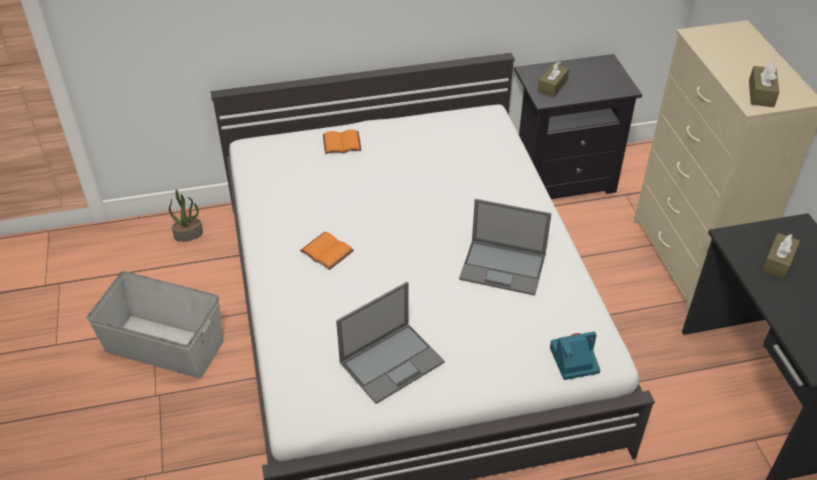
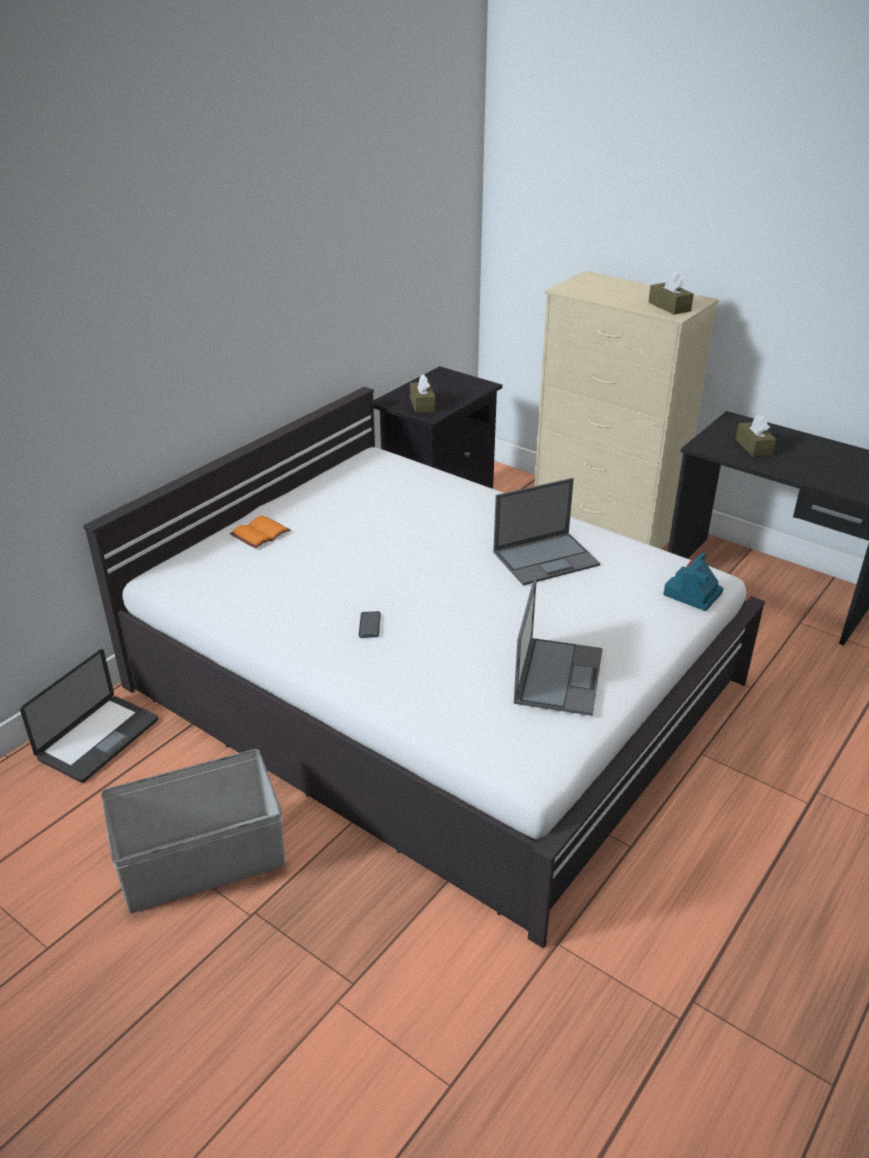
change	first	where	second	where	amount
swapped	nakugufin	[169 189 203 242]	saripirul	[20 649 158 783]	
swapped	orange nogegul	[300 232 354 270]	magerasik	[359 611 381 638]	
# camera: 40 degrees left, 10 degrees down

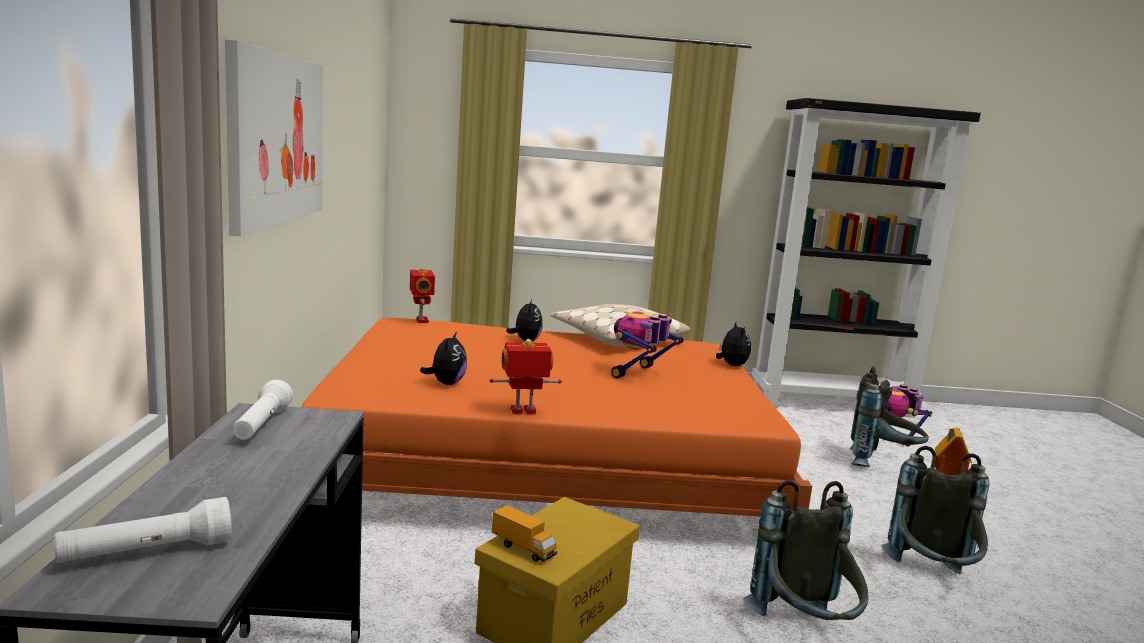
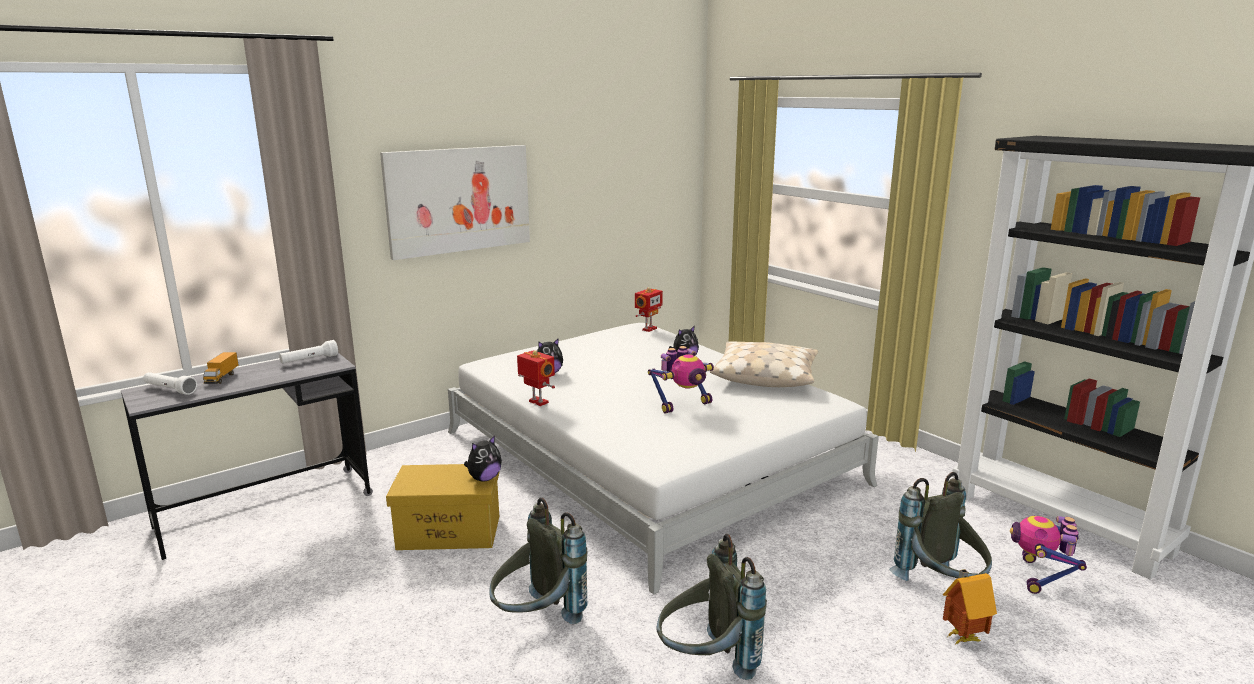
change	first	where	second	where	amount
shifted	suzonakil	[492 505 557 562]		[203 352 239 384]	
shifted	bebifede	[716 322 751 366]		[464 435 502 482]	
repainted	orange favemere	[302 318 812 517]	white favemere	[448 323 879 594]	
rotated	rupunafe	[611 312 684 378]		[648 346 714 414]	150 degrees clockwise
# camera: 55 degrees right, 5 degrees up

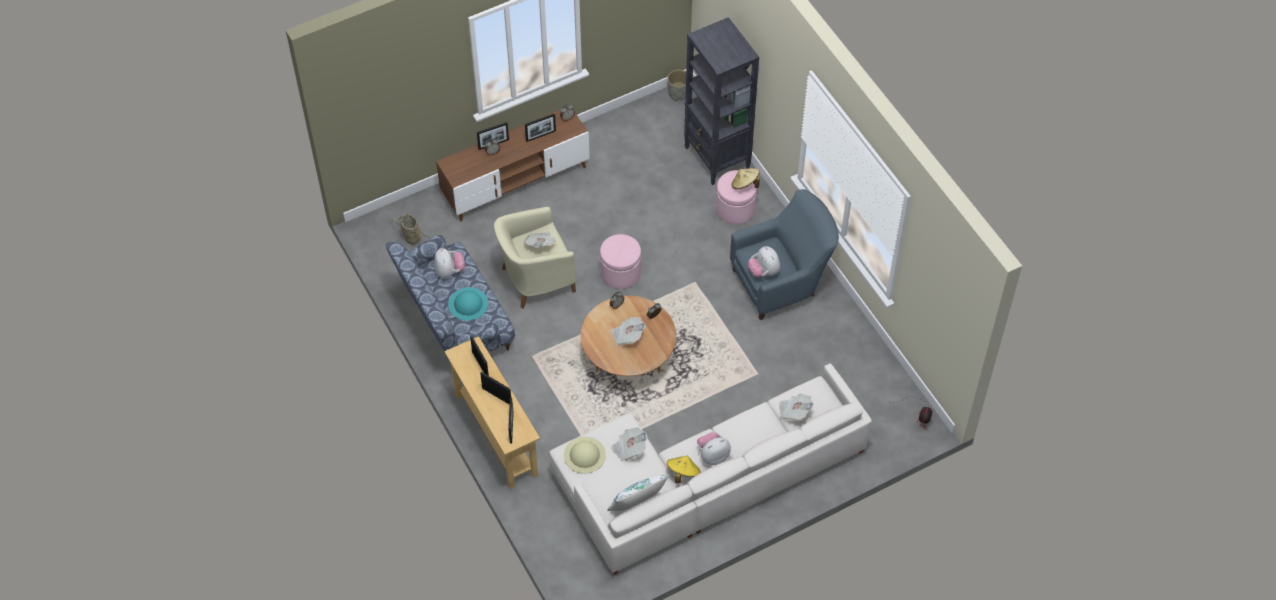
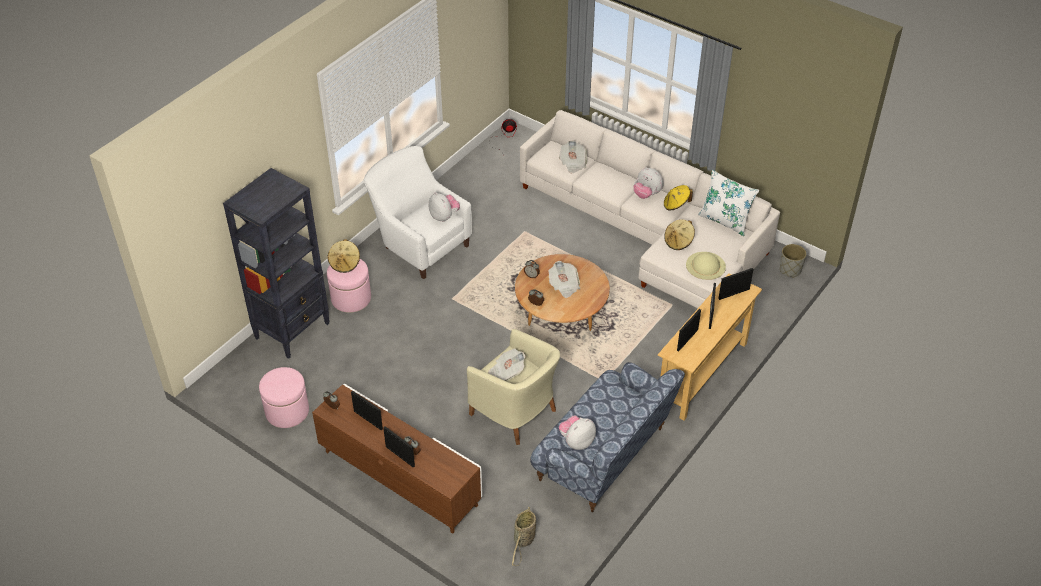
change	first	where	second	where	amount
gone	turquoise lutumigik	[448 287 488 321]			
shifted	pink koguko	[600 234 641 289]		[259 367 309 428]	
shifted	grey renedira	[667 70 686 101]		[780 244 807 277]	
swapped	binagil	[611 427 648 462]	beige lutumigik	[664 219 695 250]	
repainted	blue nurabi	[730 189 839 320]	white nurabi	[364 146 472 279]	
rotated	bebifede	[748 246 780 277]		[429 192 460 222]	75 degrees counterclockwise
# camera: 115 degrees left, 10 degrees down

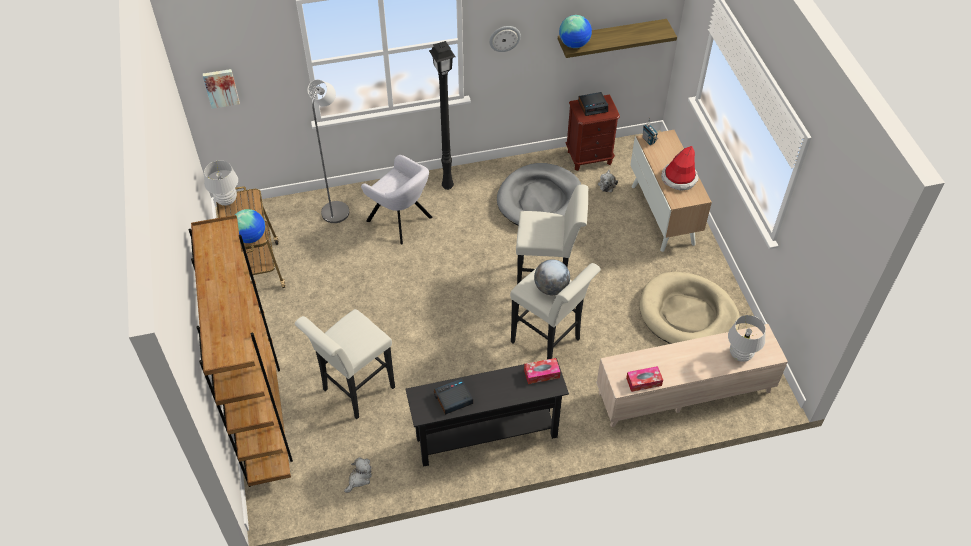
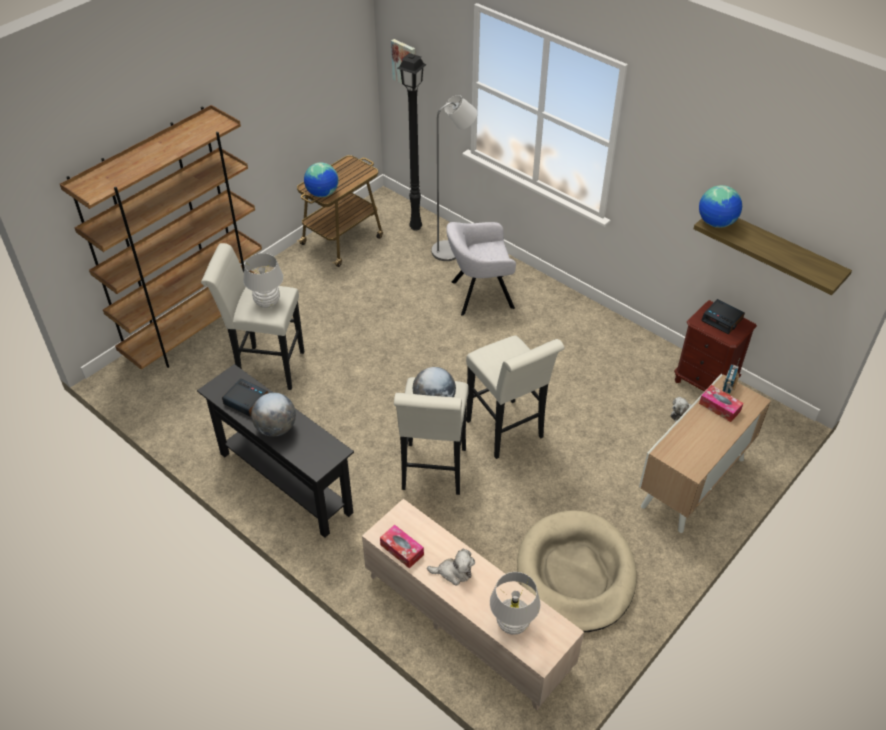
change	first	where	second	where	amount
gone	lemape	[489 26 521 52]			
gone	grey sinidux	[497 163 581 226]			
gone	lutumigik	[661 146 698 191]			
new			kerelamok	[251 393 296 437]	
shifted	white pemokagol	[204 160 238 206]		[243 253 283 308]	
shifted	bebifede	[344 457 372 493]		[427 549 475 585]	
shifted	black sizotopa	[429 41 455 190]		[397 53 427 231]	
shifted	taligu	[524 358 561 384]		[699 385 743 422]	
rotated	grey nurabi	[361 155 433 244]		[446 222 516 316]	75 degrees clockwise
# camera: 55 degrees right, 5 degrees down

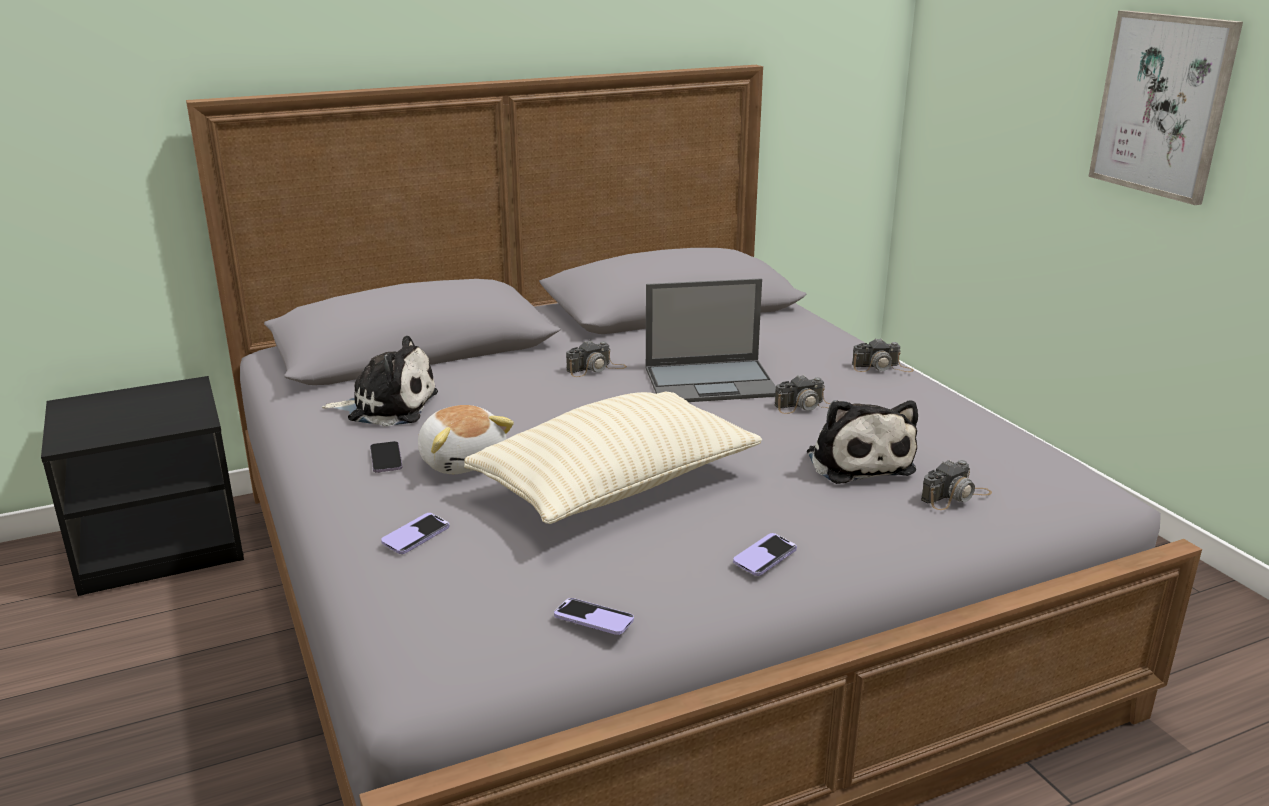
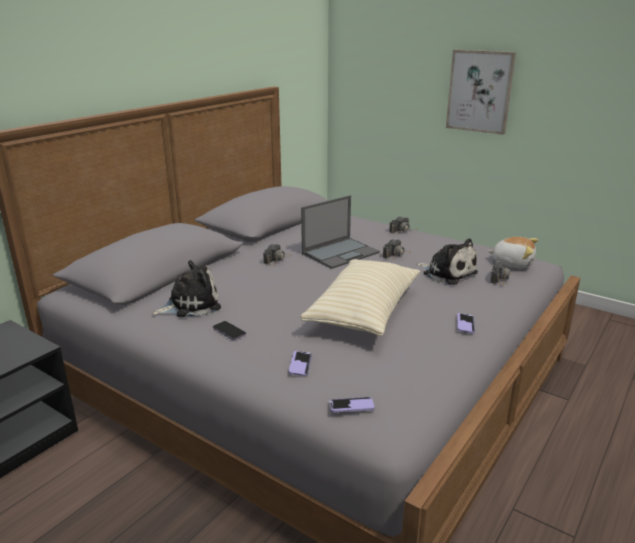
change	first	where	second	where	amount
shifted	bebifede	[418 405 514 474]		[488 237 538 269]	
shifted	magerasik	[554 598 634 635]		[329 397 375 413]	
# camera: 30 degrees left, 0 degrees up

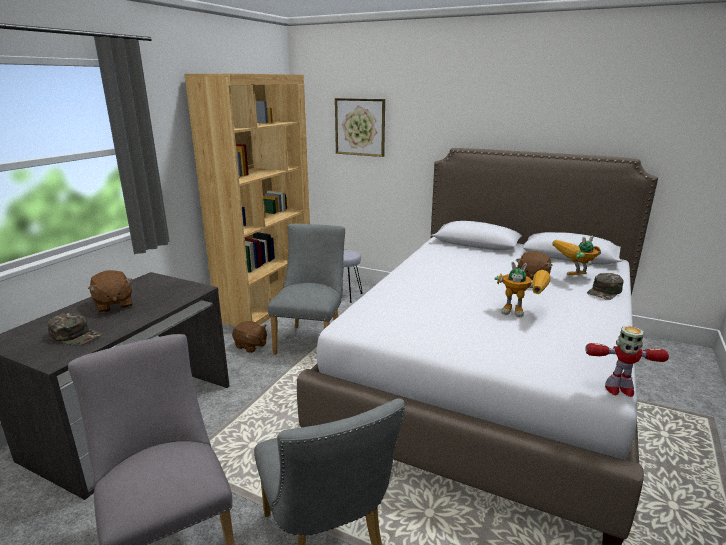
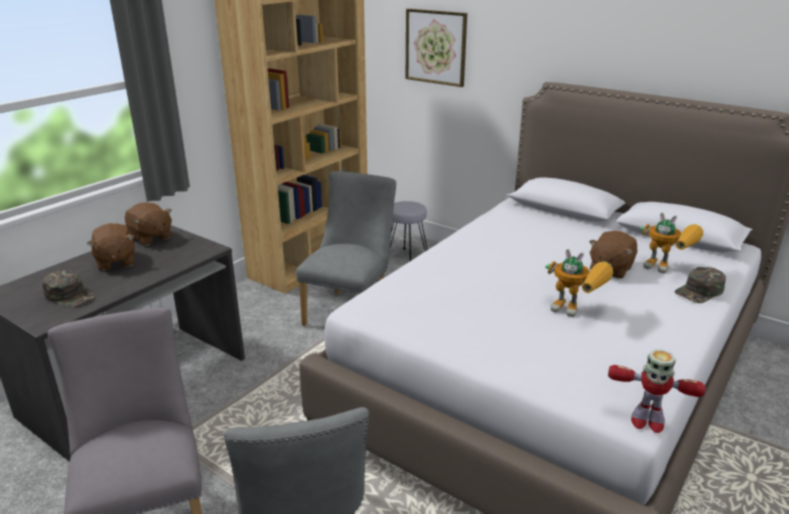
change	first	where	second	where	amount
shifted	brown bebifede	[232 321 267 353]		[125 203 172 246]	
rotated	rupunafe	[552 236 601 276]		[640 212 703 273]	135 degrees counterclockwise
# camera: 10 degrees right, 5 degrees up

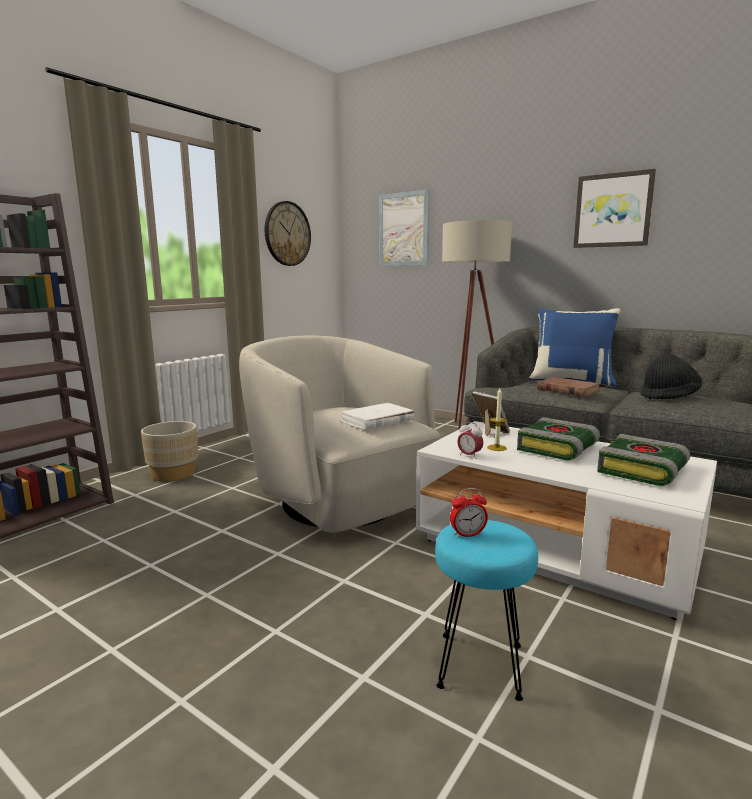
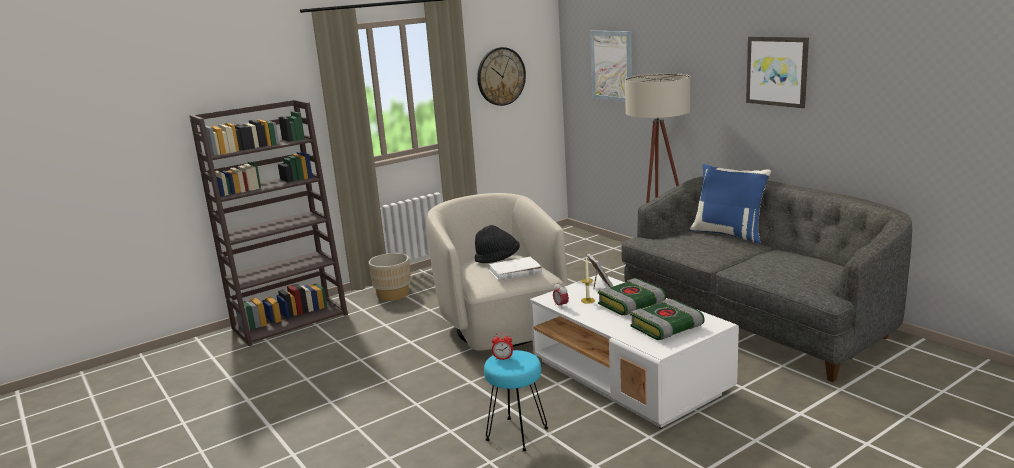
change	first	where	second	where	amount
gone	brown nogegul	[537 377 601 397]			
shifted	black lutumigik	[641 353 702 399]		[475 225 520 263]	
# camera: 20 degrees right, 5 degrees up

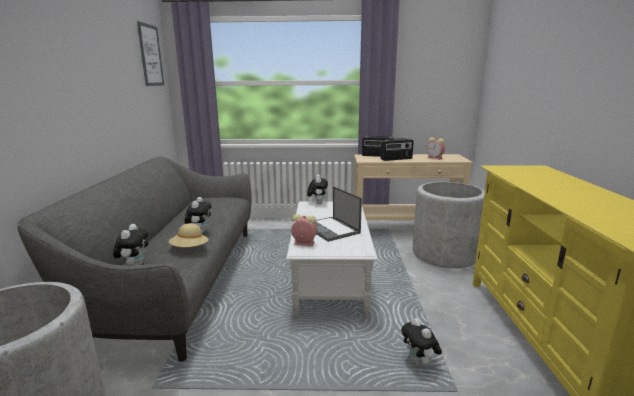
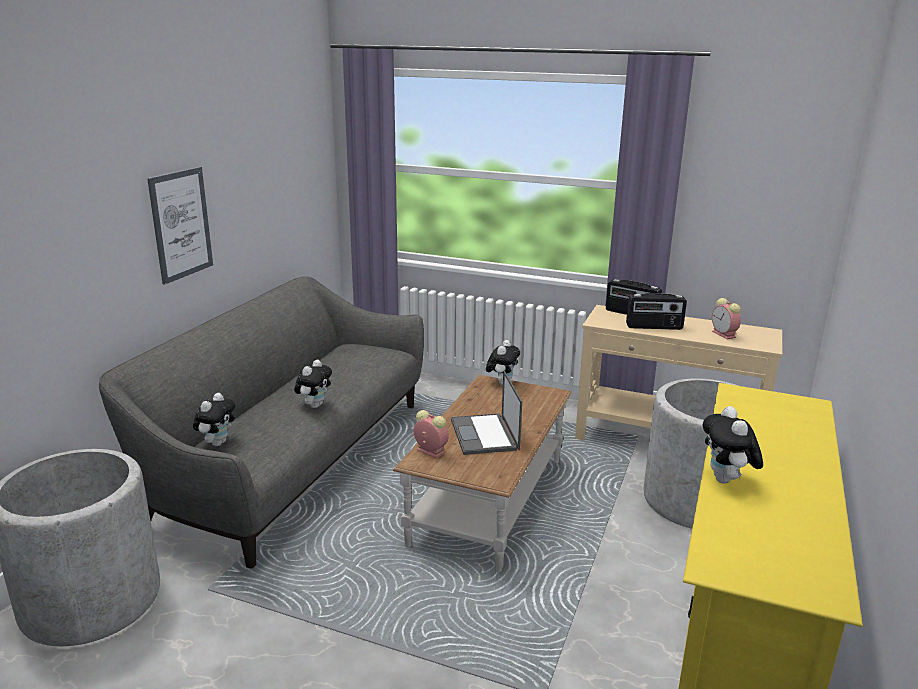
change	first	where	second	where	amount
gone	beige lutumigik	[169 223 209 247]			
shifted	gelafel	[137 21 164 86]		[147 167 213 285]	
shifted	bebifede	[401 318 442 366]		[703 406 763 484]	
repainted	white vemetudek	[286 201 378 318]	brown vemetudek	[393 375 572 572]	
# camera: 20 degrees right, 5 degrees up

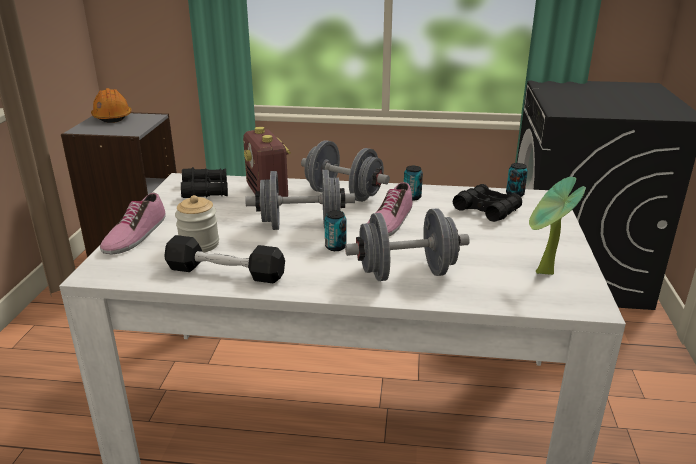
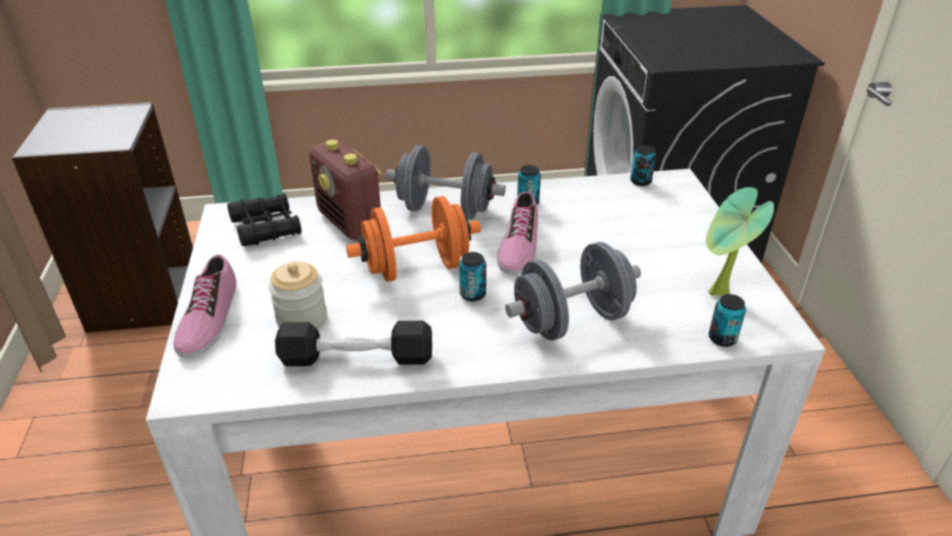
change	first	where	second	where	amount
gone	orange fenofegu	[91 88 131 123]			
gone	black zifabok	[453 184 522 222]			
new			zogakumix	[709 294 746 347]	
repainted	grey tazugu	[245 170 355 230]	orange tazugu	[346 196 481 282]	
# camera: 15 degrees left, 10 degrees up

